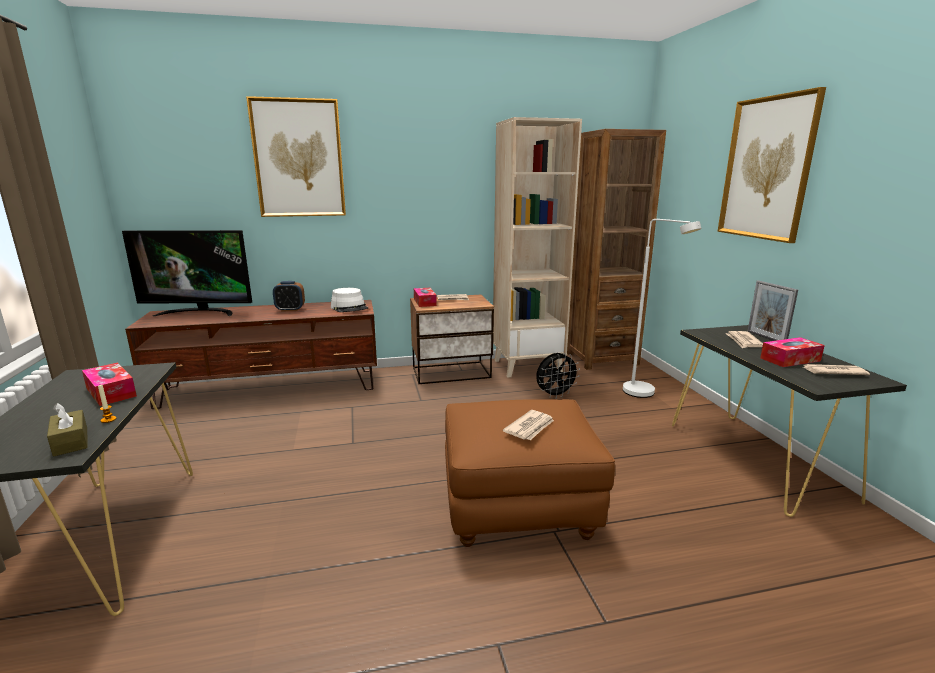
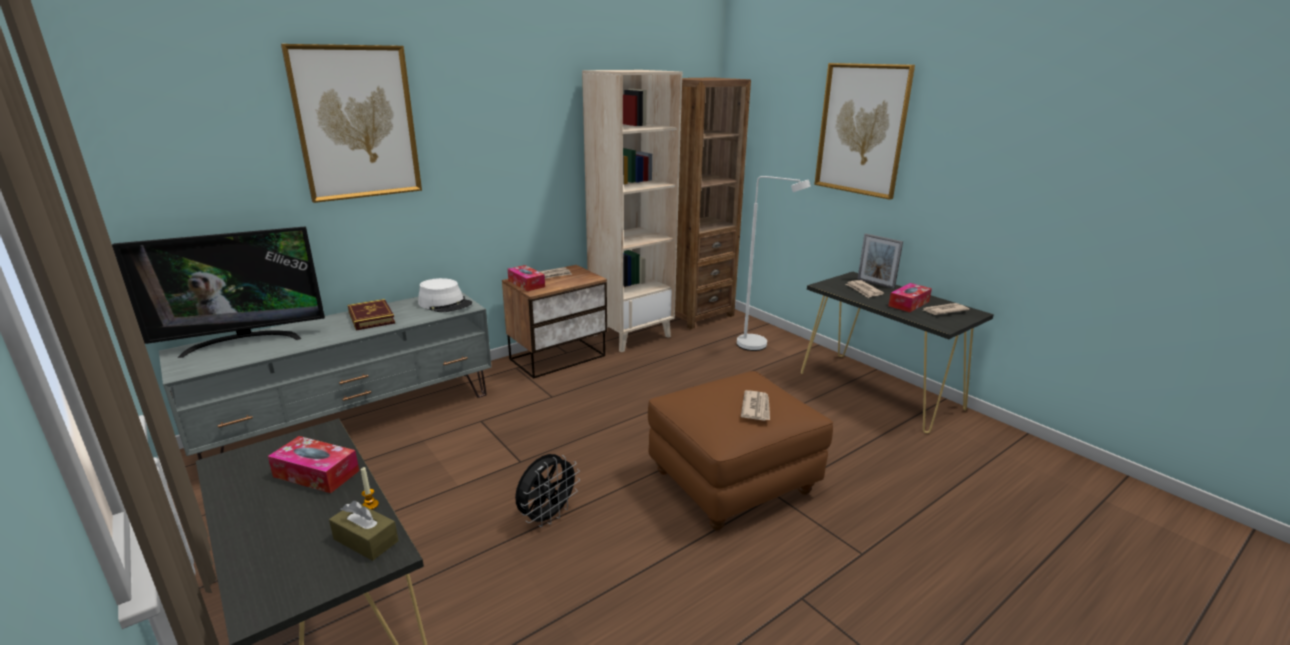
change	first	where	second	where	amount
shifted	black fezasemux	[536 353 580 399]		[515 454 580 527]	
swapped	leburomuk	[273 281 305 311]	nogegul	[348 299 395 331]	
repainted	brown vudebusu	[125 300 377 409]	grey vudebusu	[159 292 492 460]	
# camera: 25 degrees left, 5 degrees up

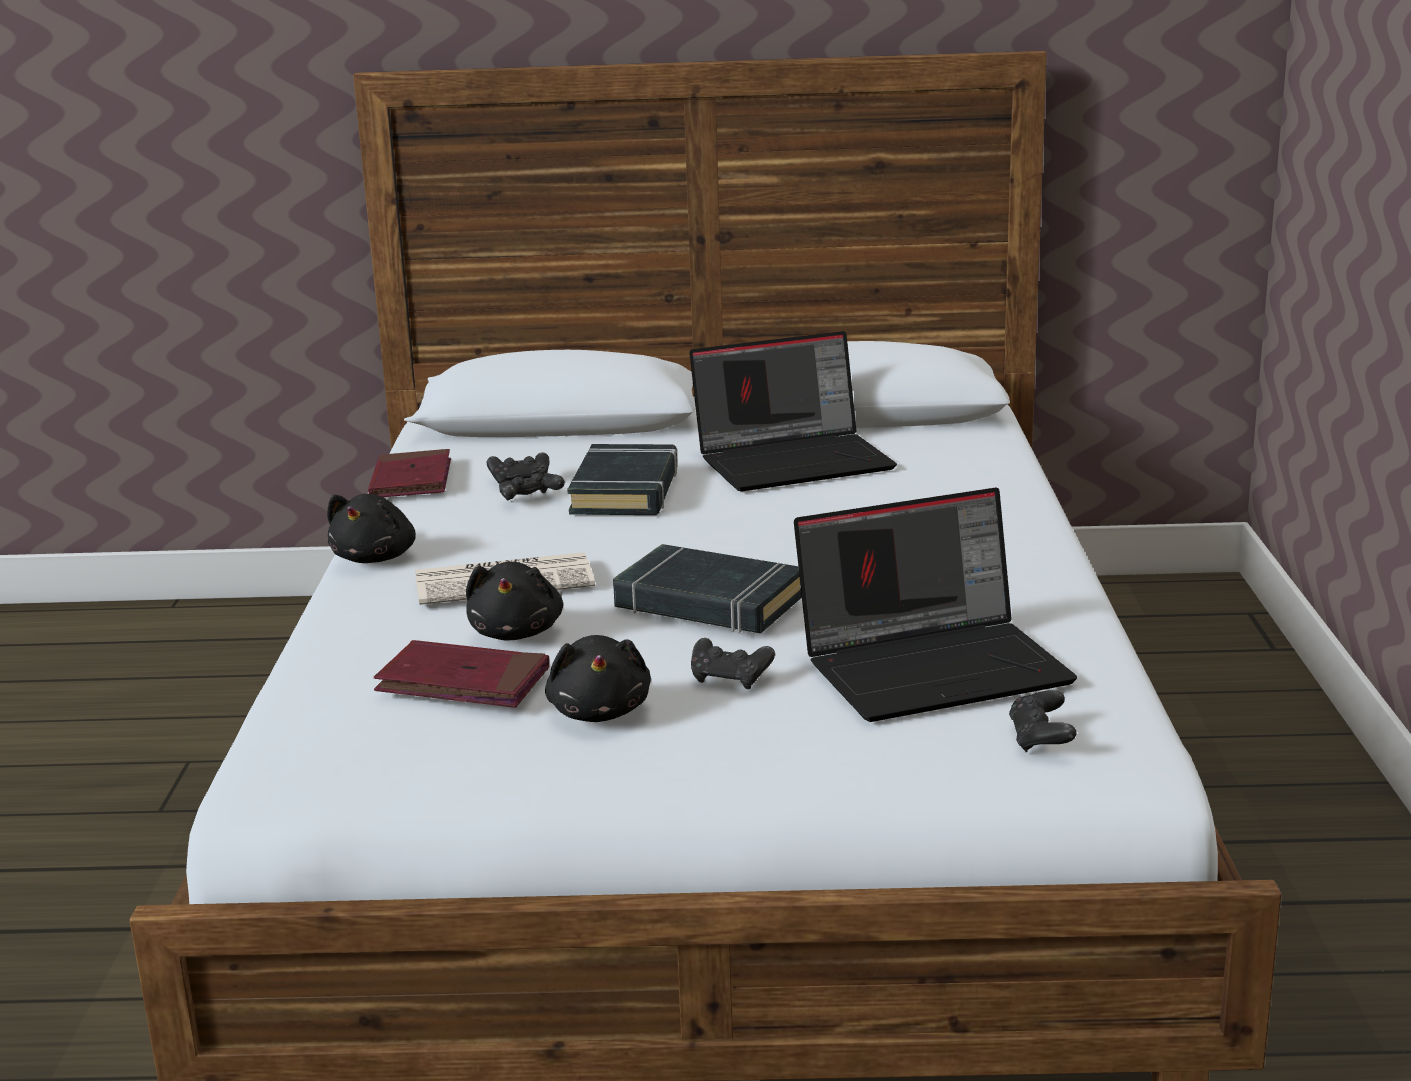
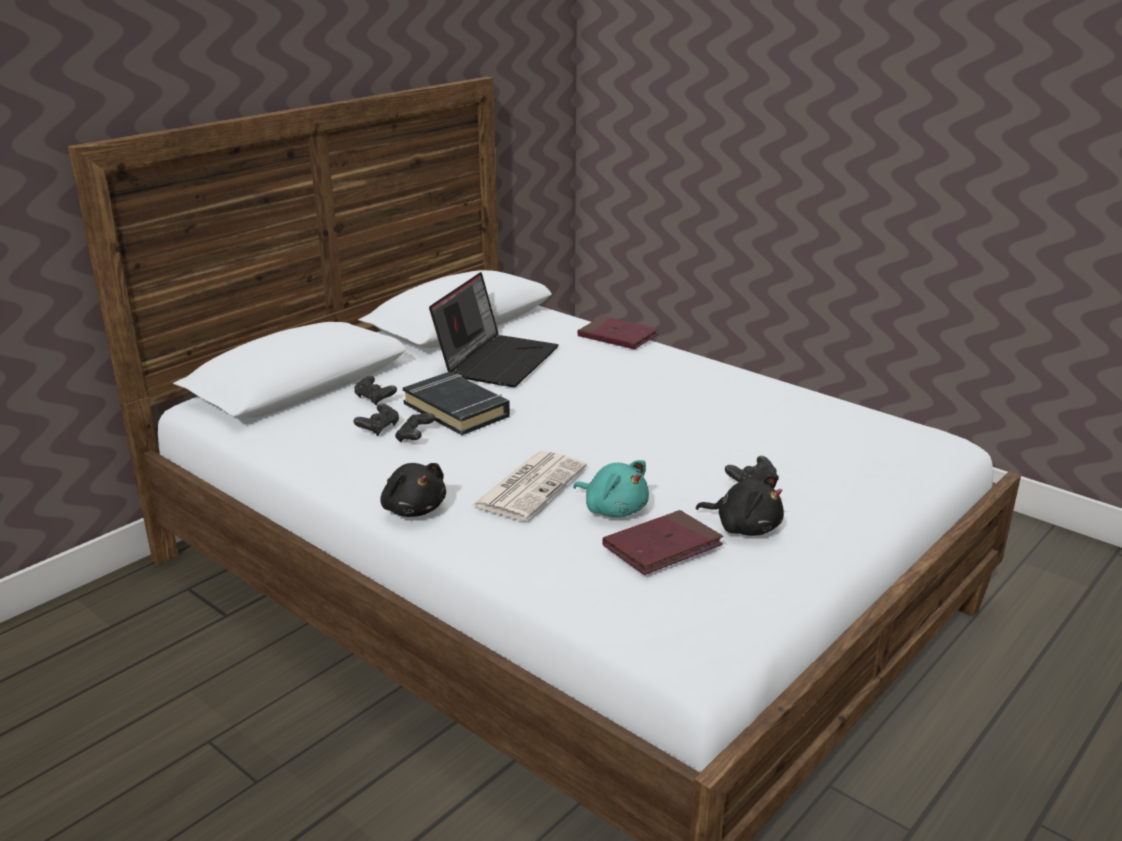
change	first	where	second	where	amount
gone	black nogegul	[613 544 802 633]			
gone	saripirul	[794 488 1077 722]			
shifted	red nogegul	[368 449 451 497]		[577 316 659 349]	
shifted	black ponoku	[1009 690 1077 752]		[354 375 397 406]	
repainted	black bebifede	[466 562 563 641]	turquoise bebifede	[573 460 649 517]	
# camera: 50 degrees left, 5 degrees up

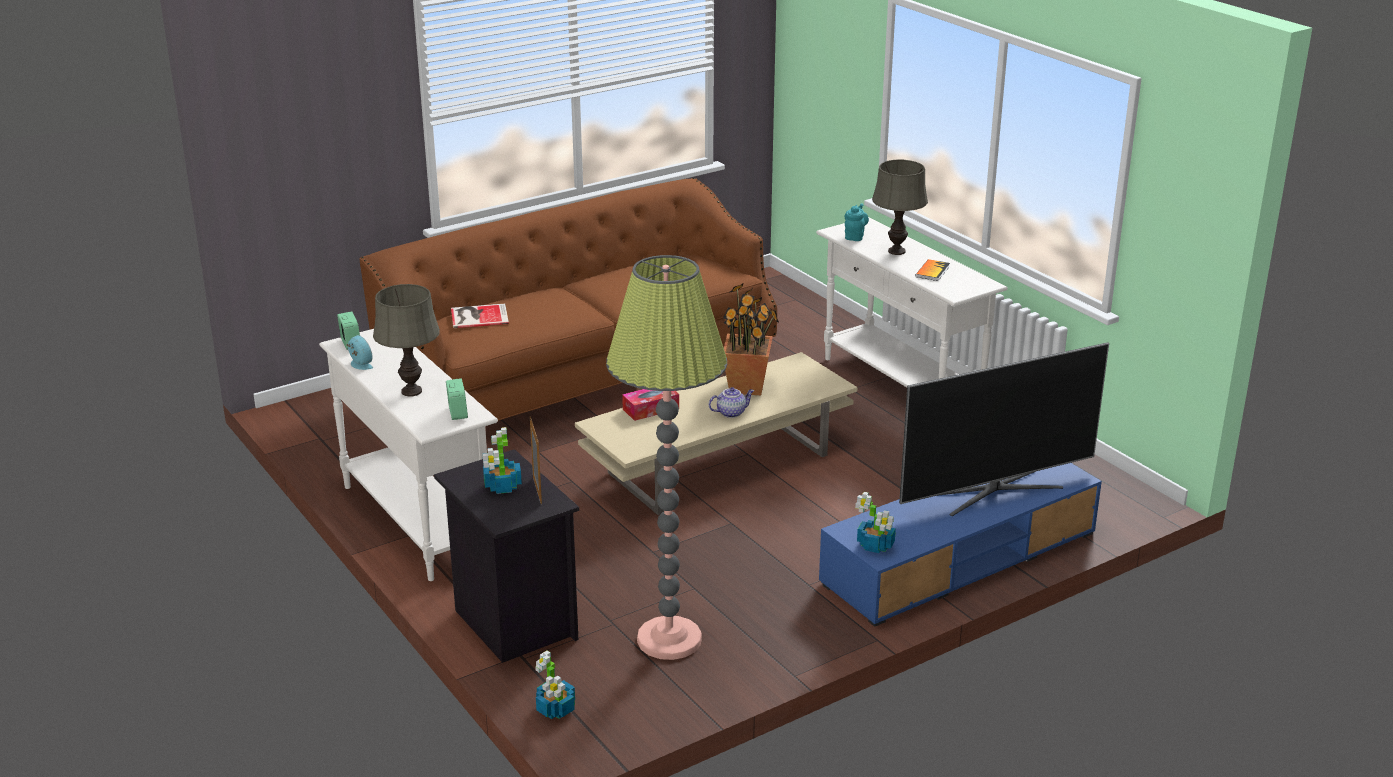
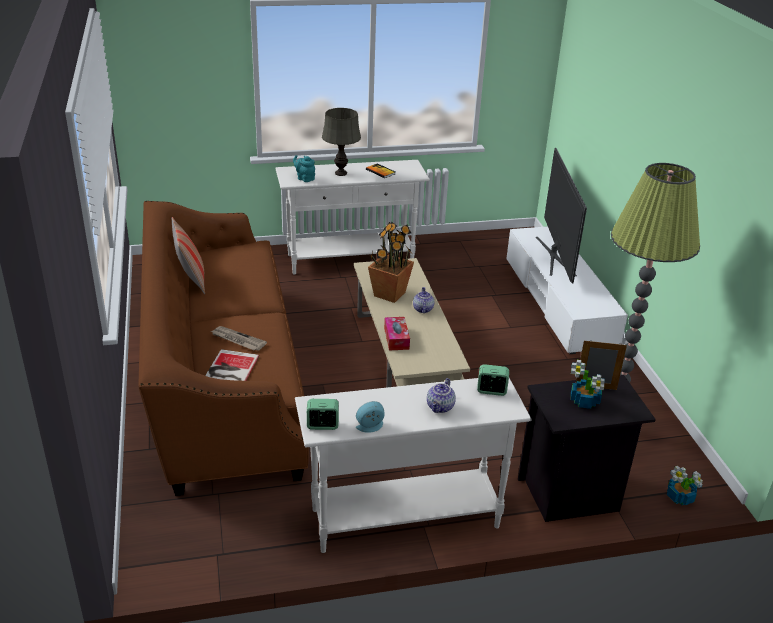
change	first	where	second	where	amount
gone	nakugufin	[855 492 896 553]			
new			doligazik	[172 217 205 294]	
new			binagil	[210 326 267 351]	
swapped	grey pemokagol	[373 284 440 397]	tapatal	[427 378 456 413]	
repainted	blue vudebusu	[819 463 1102 627]	white vudebusu	[506 226 628 354]	
# camera: 70 degrees left, 5 degrees up

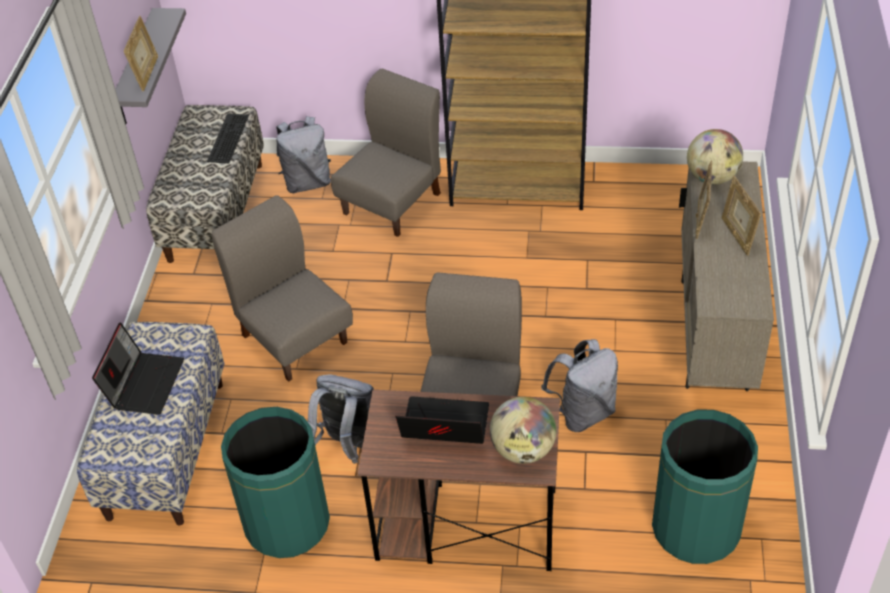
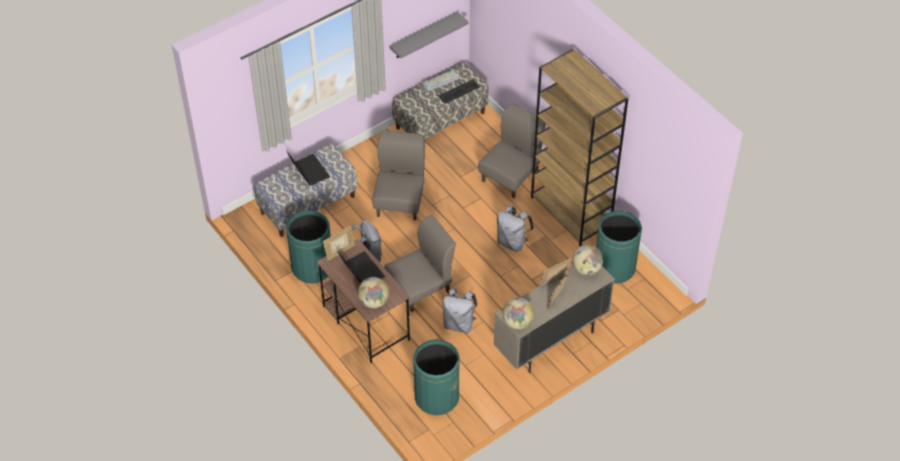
change	first	where	second	where	amount
new			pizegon	[422 70 460 91]	
new			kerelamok	[503 298 534 329]	
new			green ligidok	[596 211 642 284]	
shifted	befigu	[124 15 158 92]		[323 226 355 261]	
shifted	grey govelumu	[276 116 331 193]		[497 206 534 252]	
rotated	saripirul	[92 322 184 415]		[286 150 330 186]	90 degrees counterclockwise
rotated	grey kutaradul	[331 68 441 237]		[478 103 546 198]	45 degrees counterclockwise
# camera: 45 degrees right, 5 degrees up

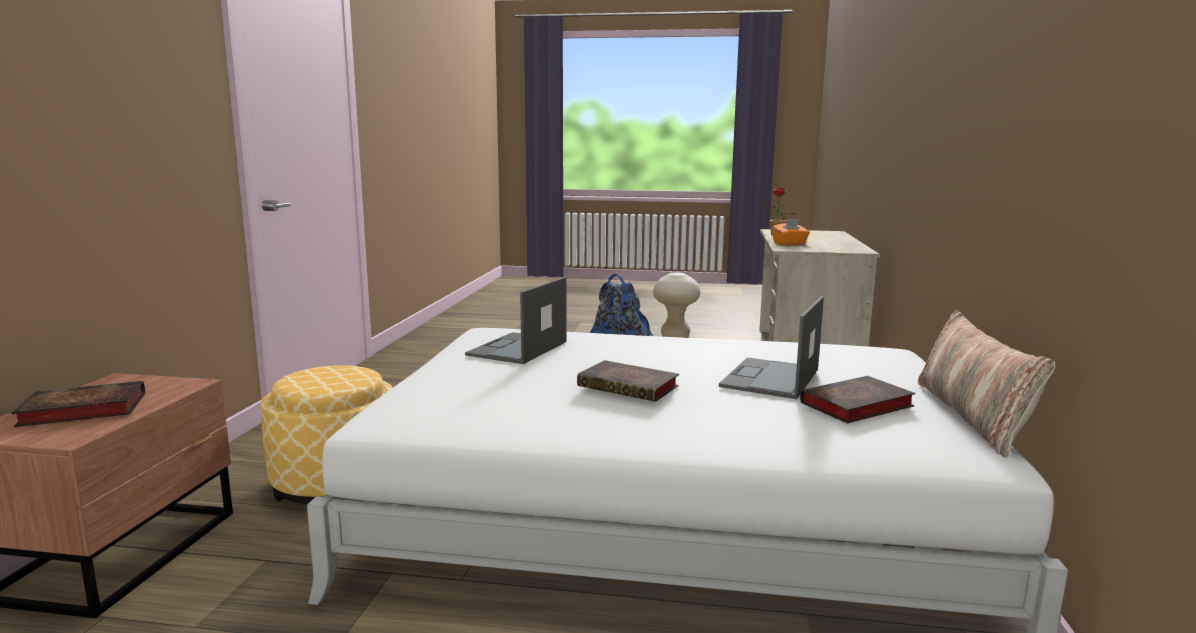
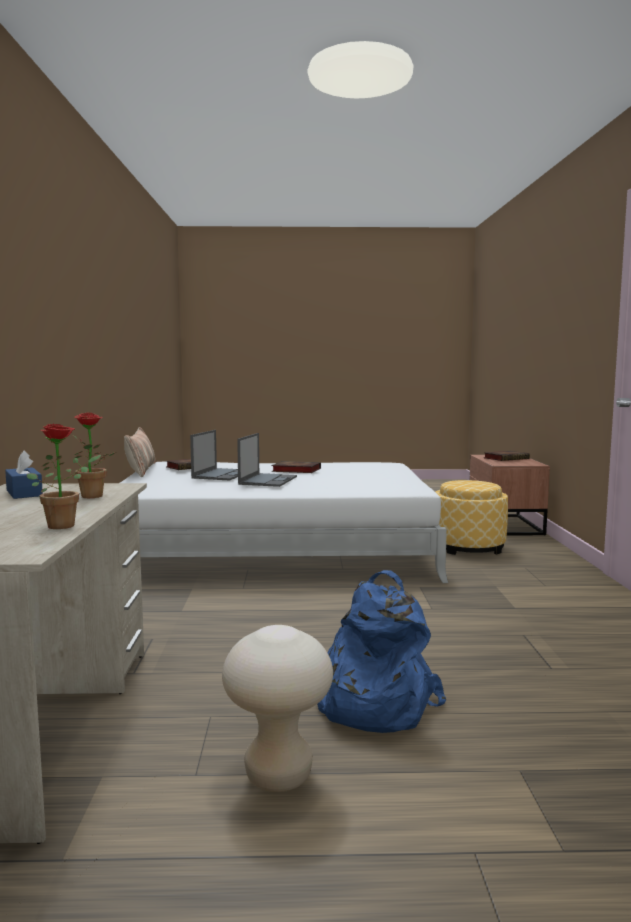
change	first	where	second	where	amount
new			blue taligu	[5 451 43 499]	
shifted	saripirul	[465 277 567 364]		[237 433 297 487]	
swapped	orange taligu	[772 219 810 245]	nakugufin	[73 412 116 498]	
# camera: 170 degrees right, 5 degrees down

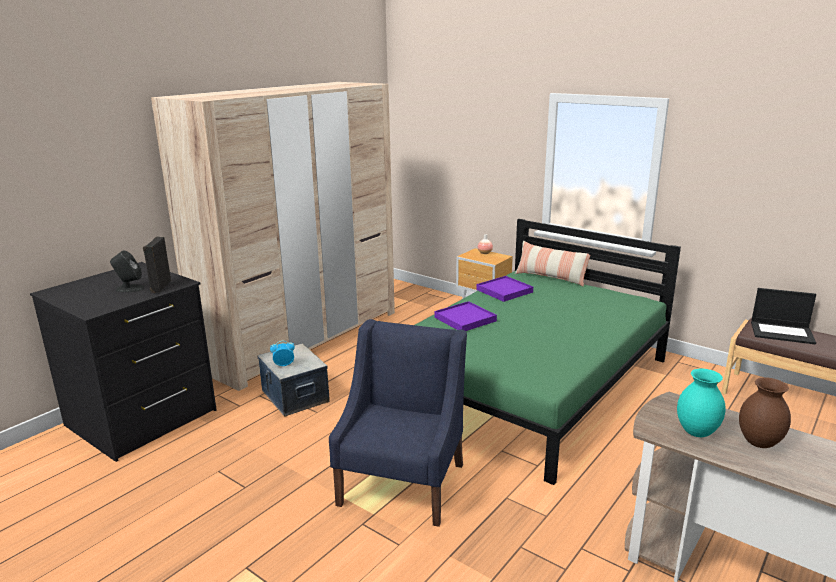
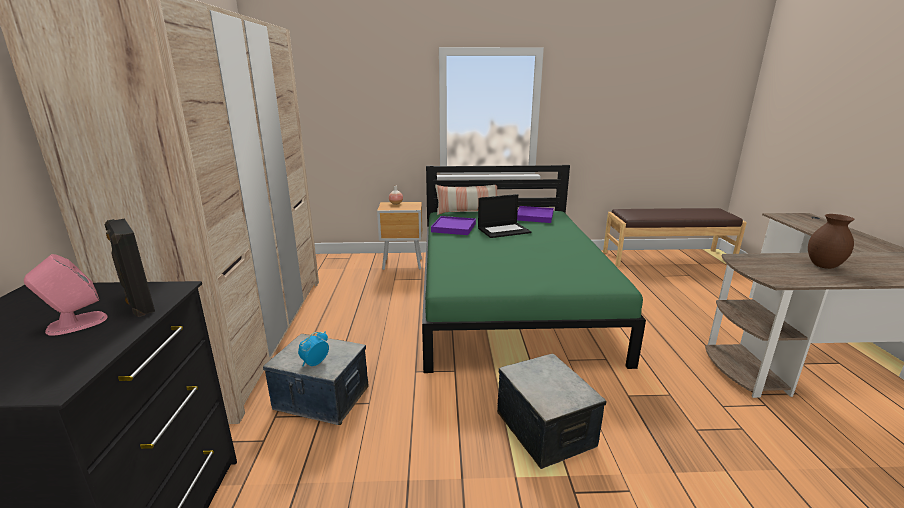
change	first	where	second	where	amount
gone	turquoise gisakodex	[677 369 726 437]			
shifted	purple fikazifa	[434 301 497 331]		[517 206 554 223]	
shifted	saripirul	[751 288 816 345]		[478 194 531 238]	
swapped	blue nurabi	[329 319 467 527]	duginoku	[497 354 607 469]	
repainted	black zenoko	[110 251 144 292]	pink zenoko	[24 254 107 336]	
# camera: 40 degrees left, 0 degrees up

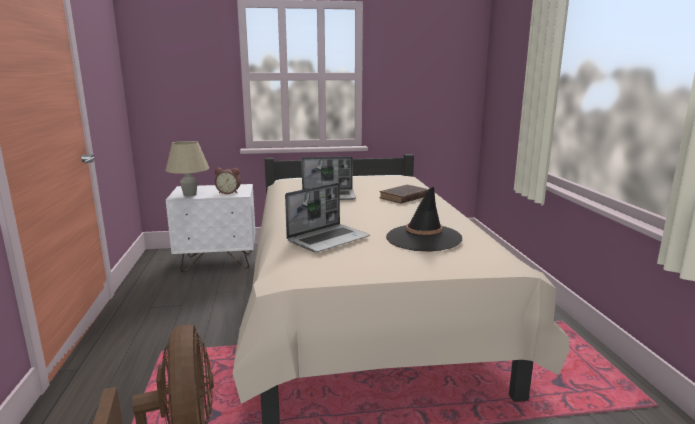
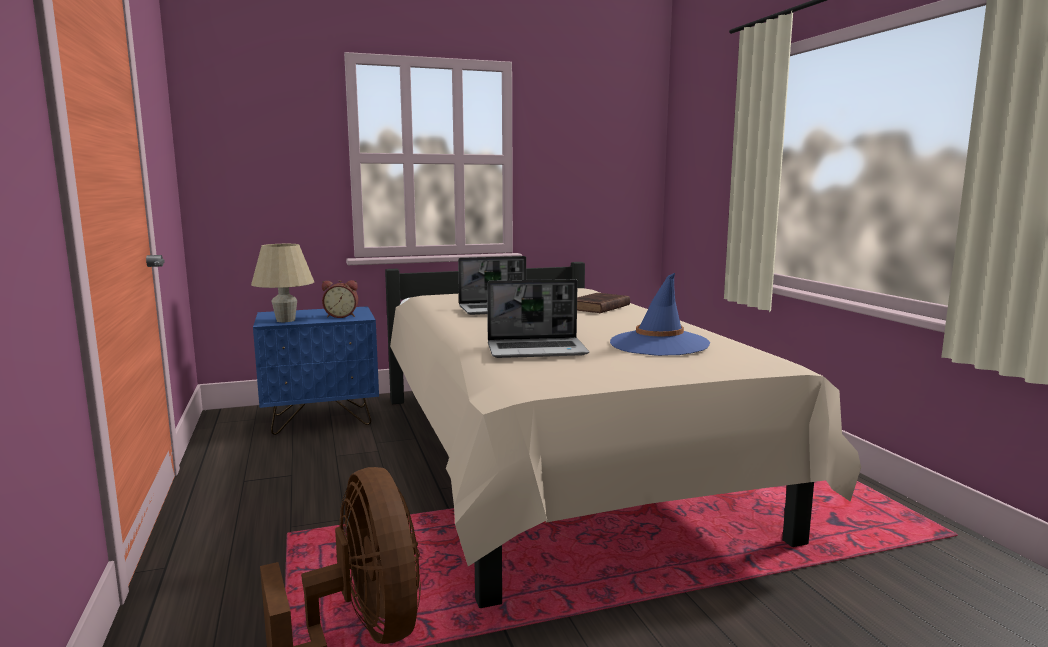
change	first	where	second	where	amount
repainted	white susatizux	[166 184 256 272]	blue susatizux	[253 306 379 435]	
repainted	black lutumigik	[386 187 462 252]	blue lutumigik	[610 273 710 356]	
rotated	saripirul	[285 183 370 252]		[487 279 589 358]	45 degrees clockwise
# camera: 10 degrees left, 5 degrees down

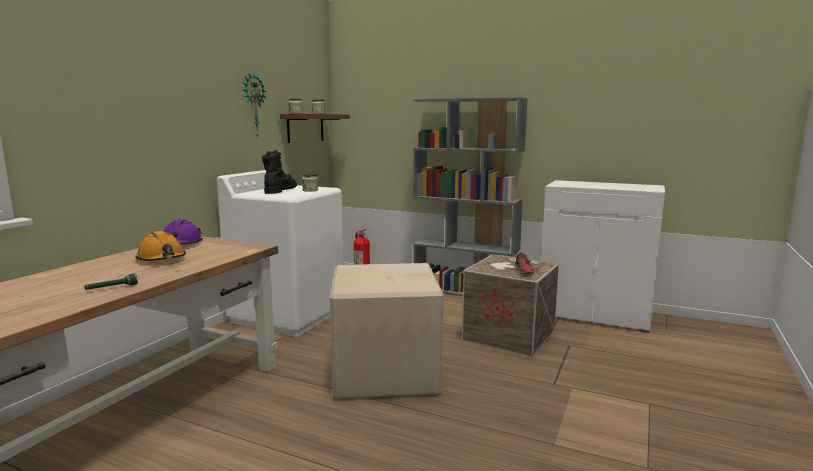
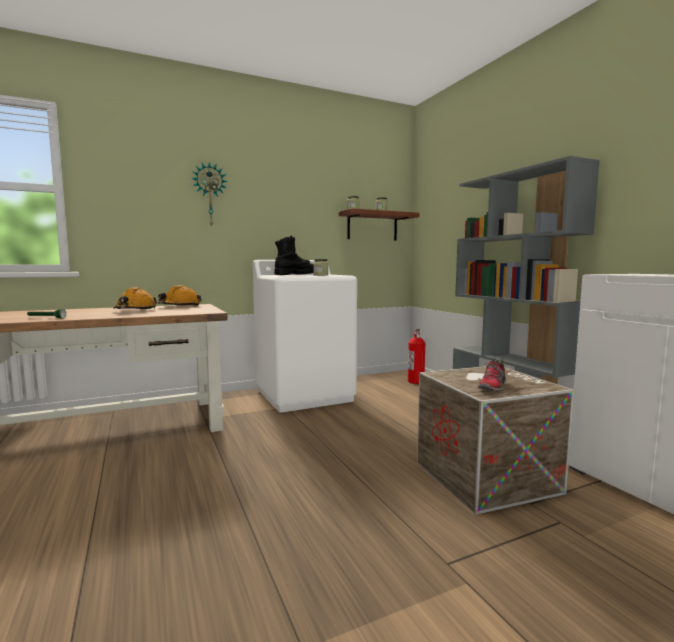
change	first	where	second	where	amount
gone	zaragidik	[330 263 444 399]			
shifted	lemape	[242 73 267 138]		[191 162 228 227]	
repainted	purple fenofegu	[164 219 203 244]	orange fenofegu	[158 285 202 306]	
# camera: 40 degrees right, 5 degrees down

